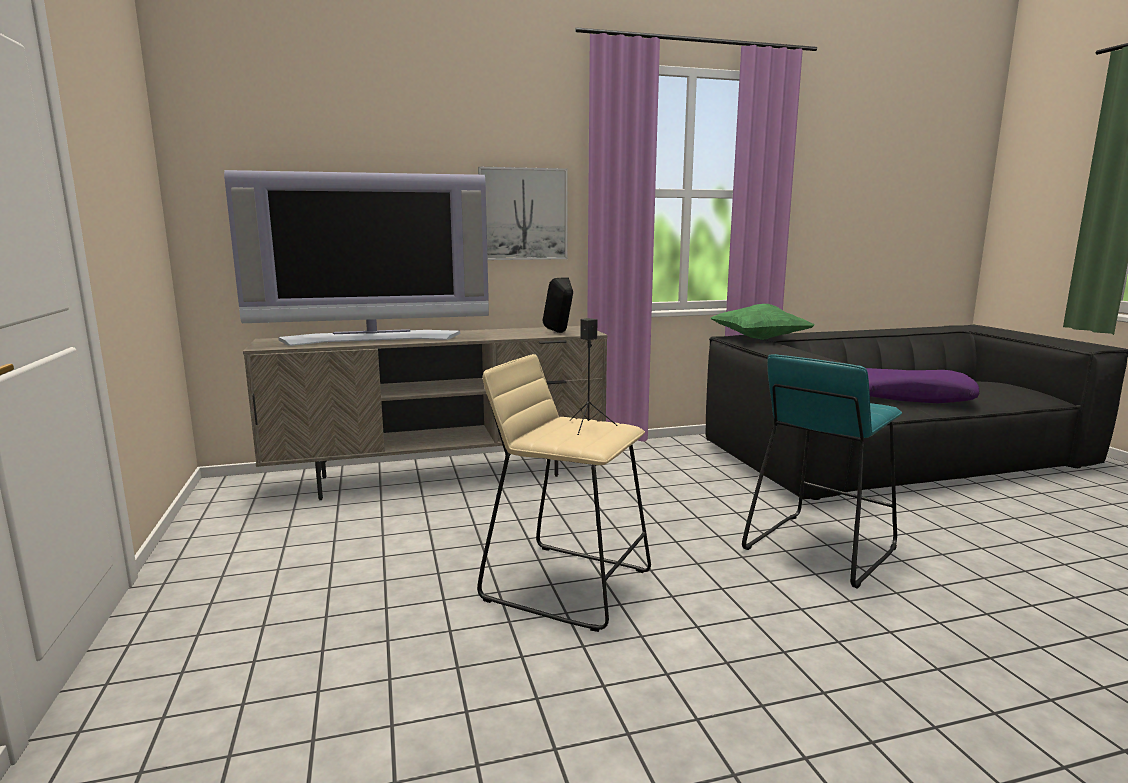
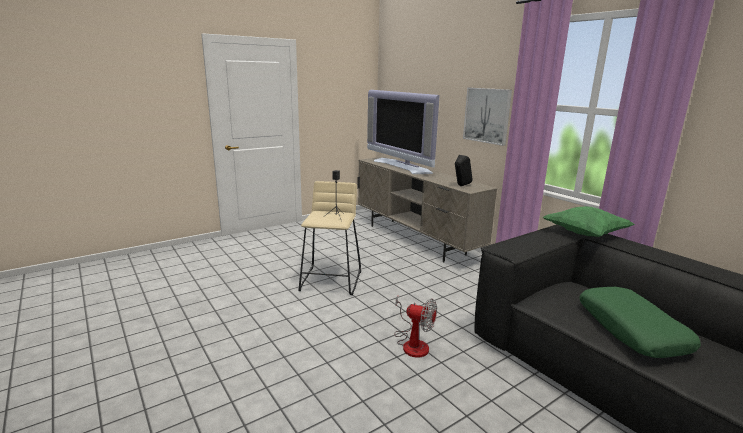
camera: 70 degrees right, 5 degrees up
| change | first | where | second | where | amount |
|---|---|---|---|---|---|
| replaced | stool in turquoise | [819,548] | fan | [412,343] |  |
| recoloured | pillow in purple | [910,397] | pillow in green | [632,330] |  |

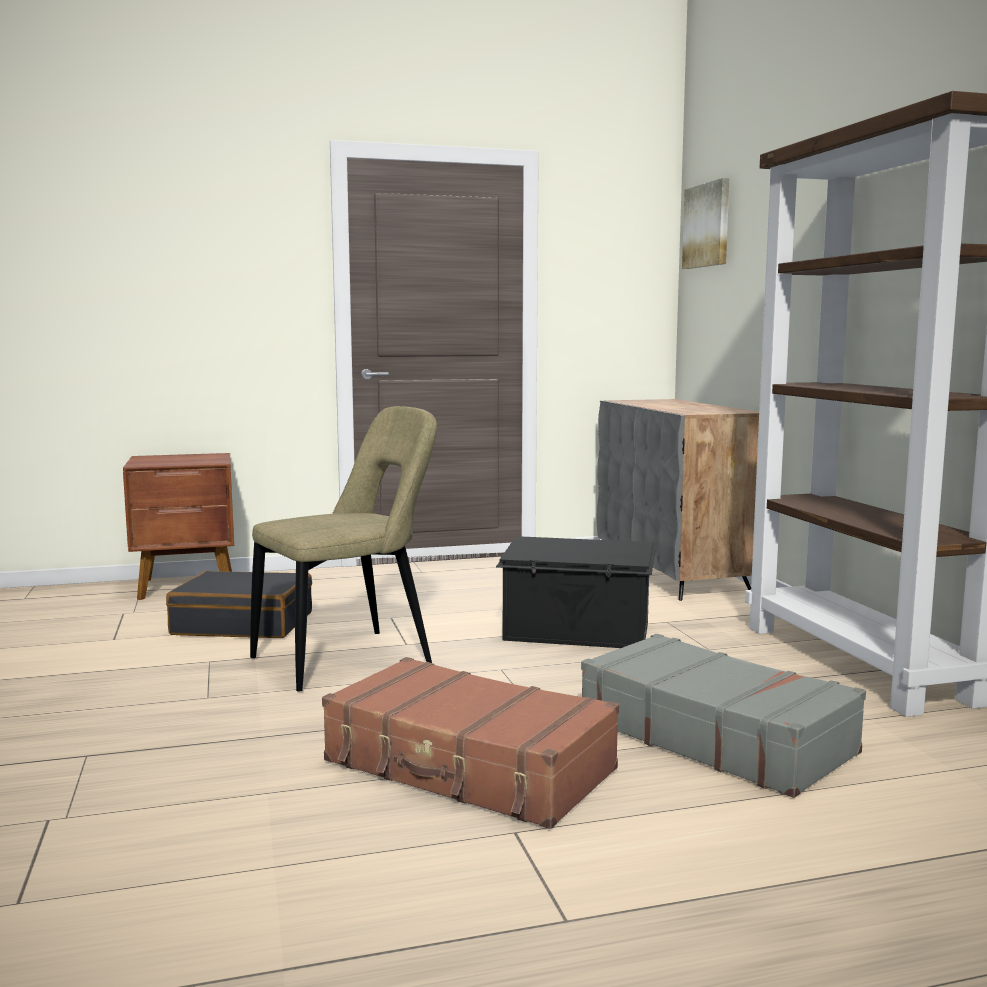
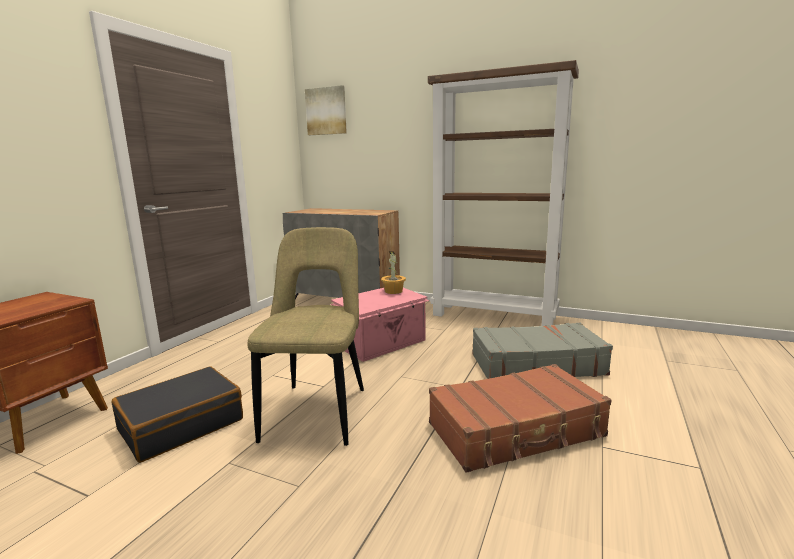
camera: 50 degrees left, 5 degrees up
| change | first | where | second | where | amount |
|---|---|---|---|---|---|
| recoloured | storage box in black | [578,632] | storage box in pink | [382,343] |  |
| added |  |  | potted plant | [393,291] |  |

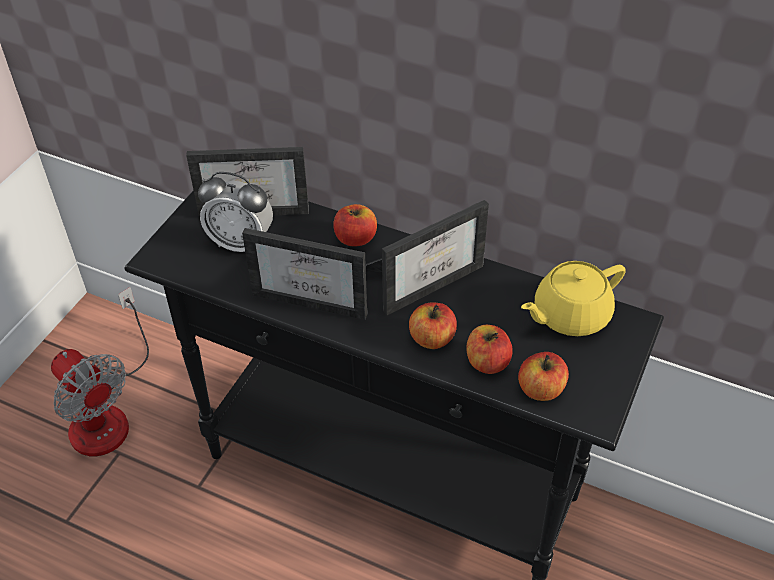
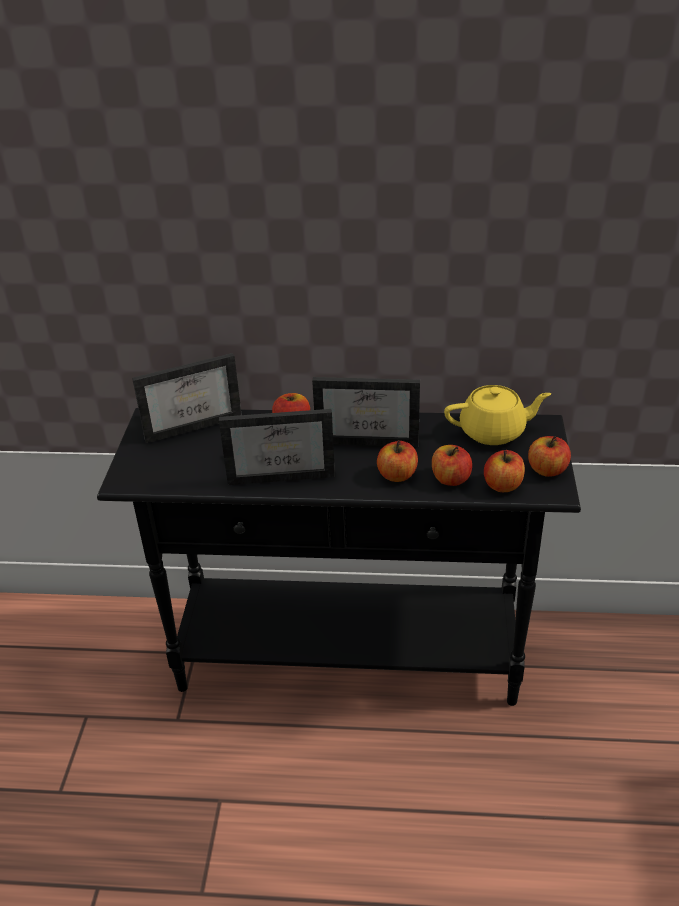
camera: 20 degrees left, 10 degrees down
| change | first | where | second | where | amount |
|---|---|---|---|---|---|
| turned | picture frame | [428,280] |  | [370,437] | 60 degrees clockwise |
| turned | teapot in yellow | [569,315] |  | [493,432] | 135 degrees counterclockwise |
| added |  |  | apple | [547,470] |  |
| removed | fan | [107,412] |  |  |  |
| removed | alarm clock | [241,243] |  |  |  |

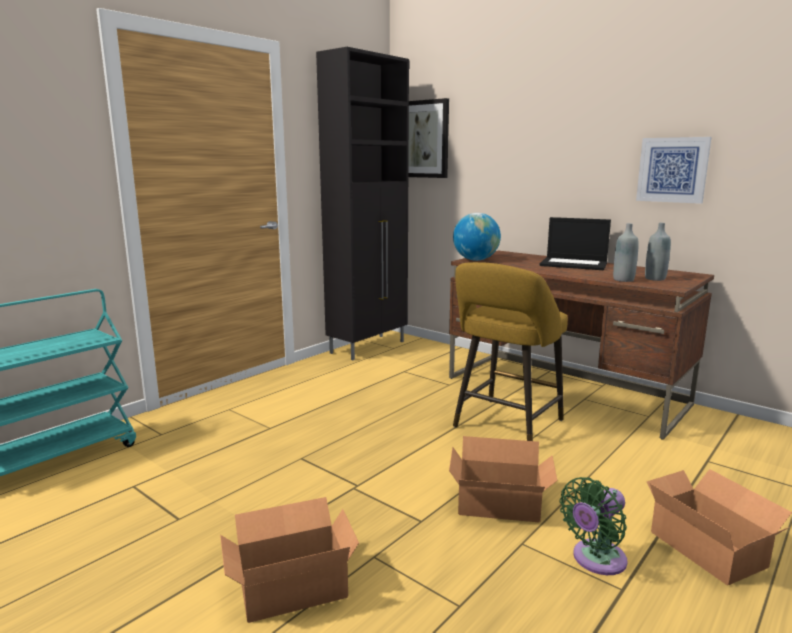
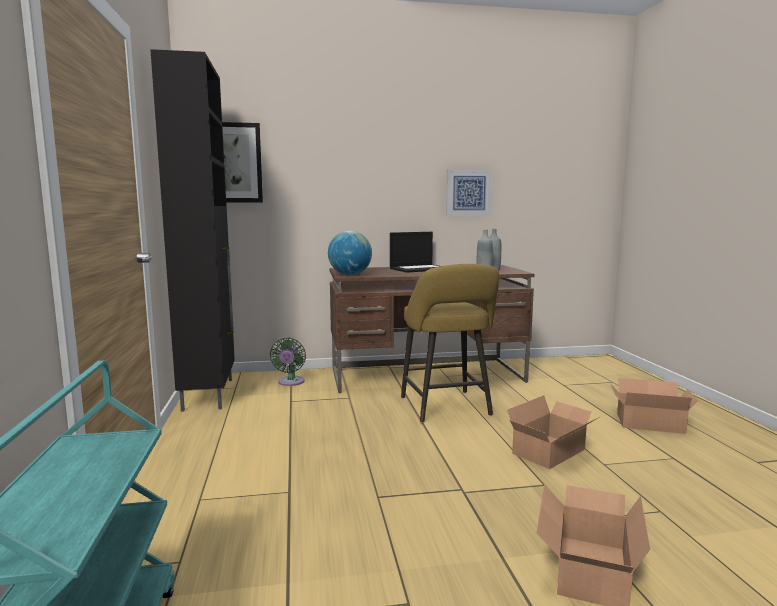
camera: 50 degrees left, 5 degrees down
| change | first | where | second | where | amount |
|---|---|---|---|---|---|
| moved | fan in green | [595,560] |  | [290,382] |  |

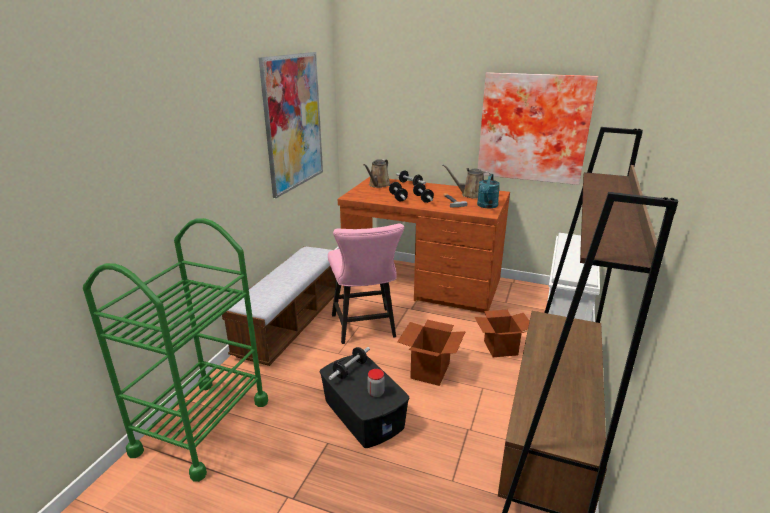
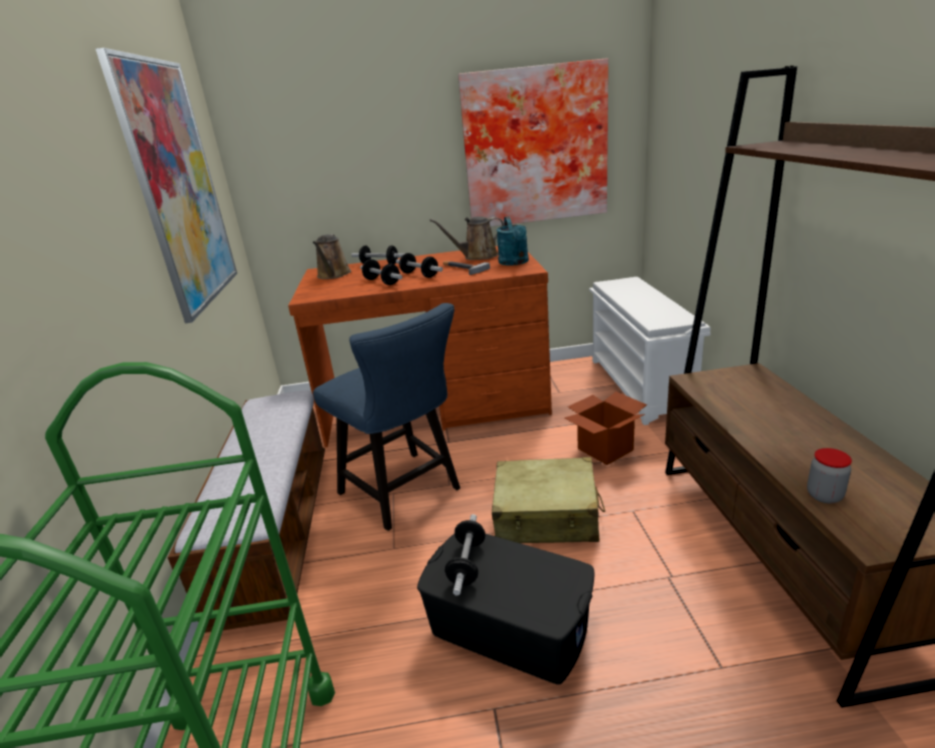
camera: 25 degrees left, 0 degrees up
| change | first | where | second | where | amount |
|---|---|---|---|---|---|
| recoloured | chair in pink | [365,328] | chair in blue | [405,494] |  |
| replaced | cardboard box | [430,370] | suitcase in beige | [546,516] |  |
| moved | jar | [376,393] |  | [824,495] |  |

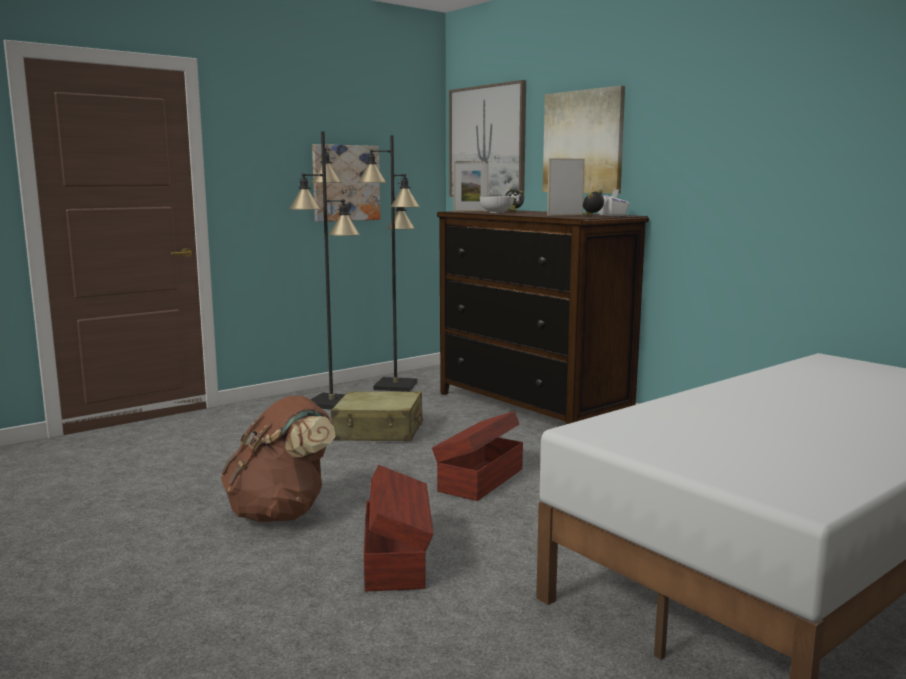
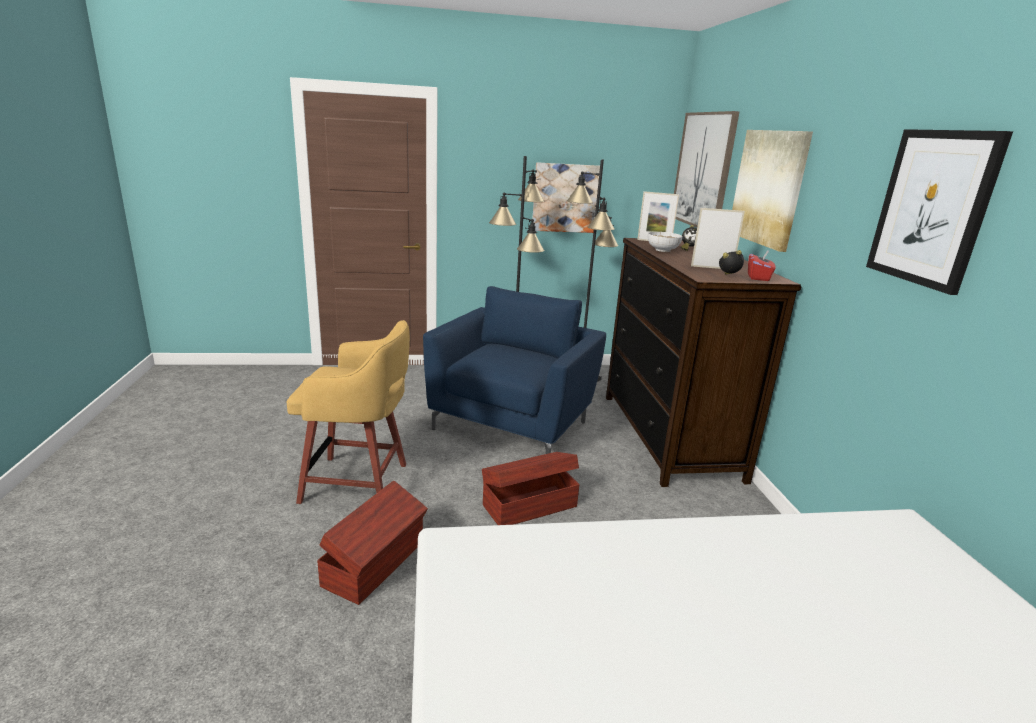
camera: 30 degrees right, 10 degrees up
| change | first | where | second | where | amount |
|---|---|---|---|---|---|
| replaced | backpack in brown | [281,513] | stool in yellow | [358,483] |  |
| replaced | suitcase in beige | [379,431] | armchair in blue | [513,425] |  |
| recoloured | tissue box in white | [612,215] | tissue box in red | [758,277] |  |
| added |  |  | picture | [932,208] |  |

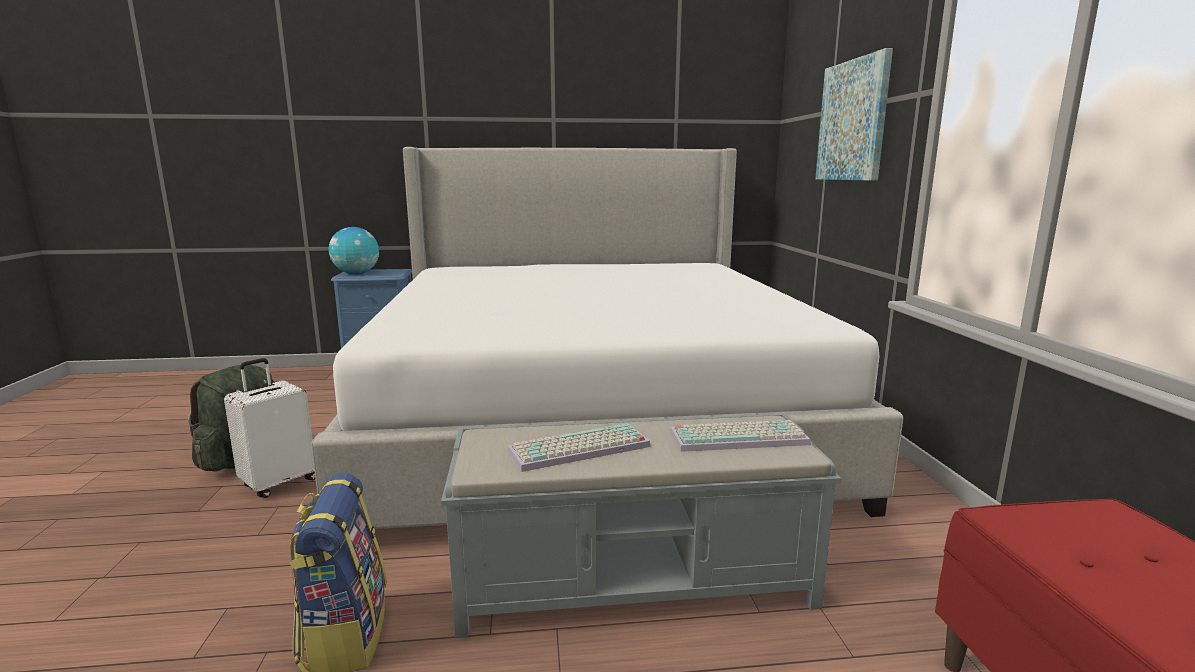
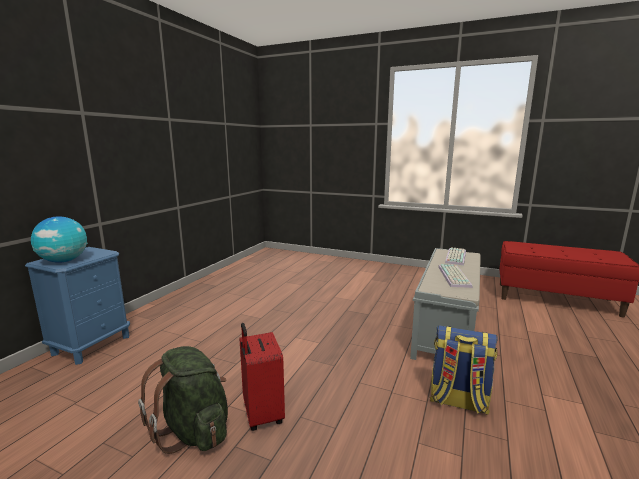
camera: 60 degrees left, 0 degrees up
| change | first | where | second | where | amount |
|---|---|---|---|---|---|
| recoloured | suitcase in white | [279,483] | suitcase in red | [261,414] |  |
| removed | bed | [590,419] |  |  |  |
| removed | picture | [853,121] |  |  |  |

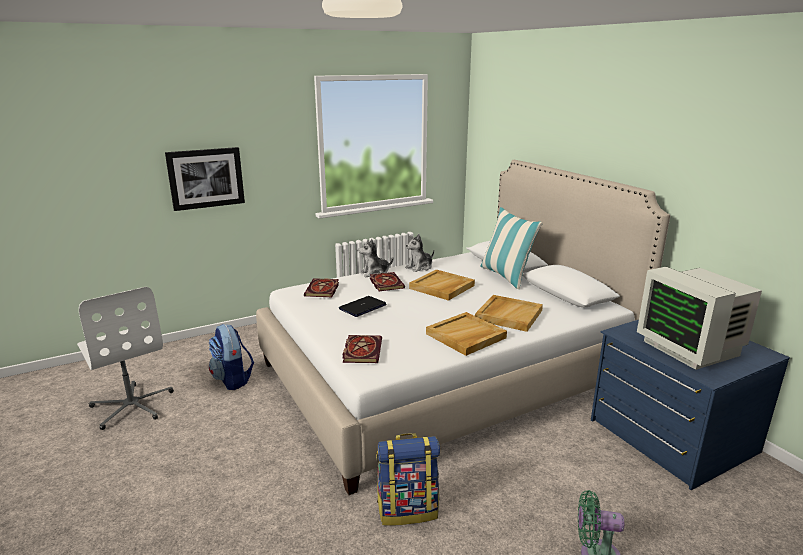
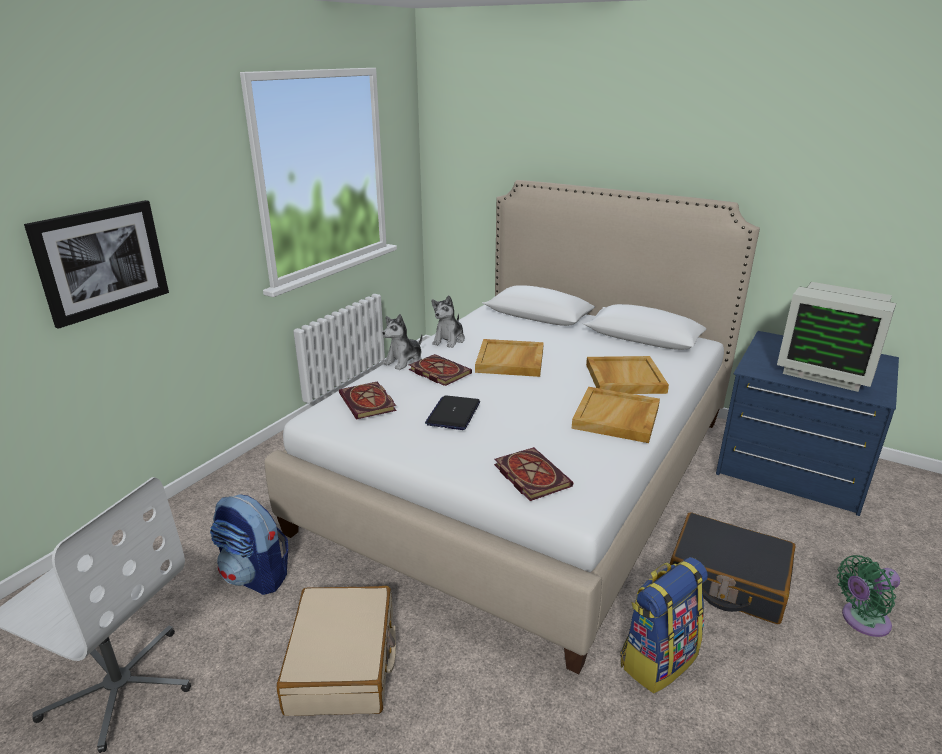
camera: 30 degrees left, 5 degrees up
| change | first | where | second | where | amount |
|---|---|---|---|---|---|
| added |  |  | suitcase in beige | [343,663] |  |
| added |  |  | suitcase in black | [727,580] |  |
| removed | pillow | [506,276] |  |  |  |

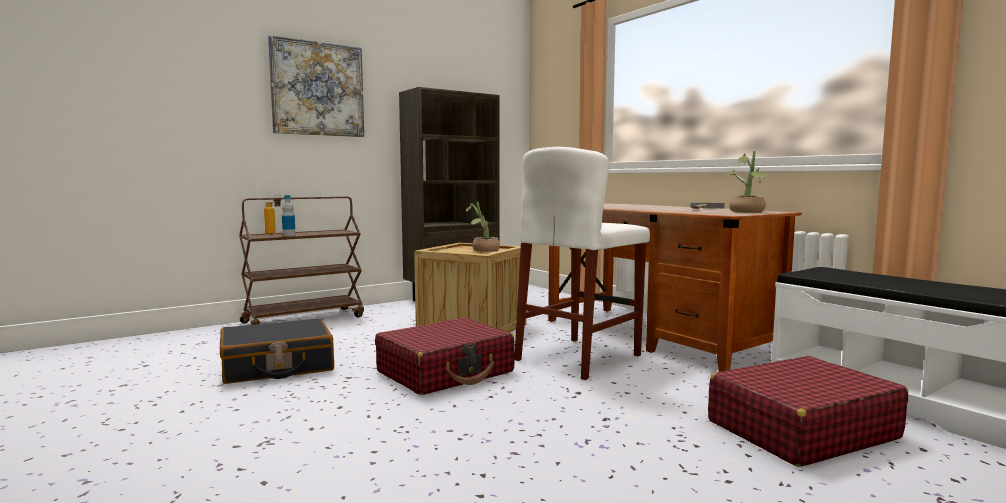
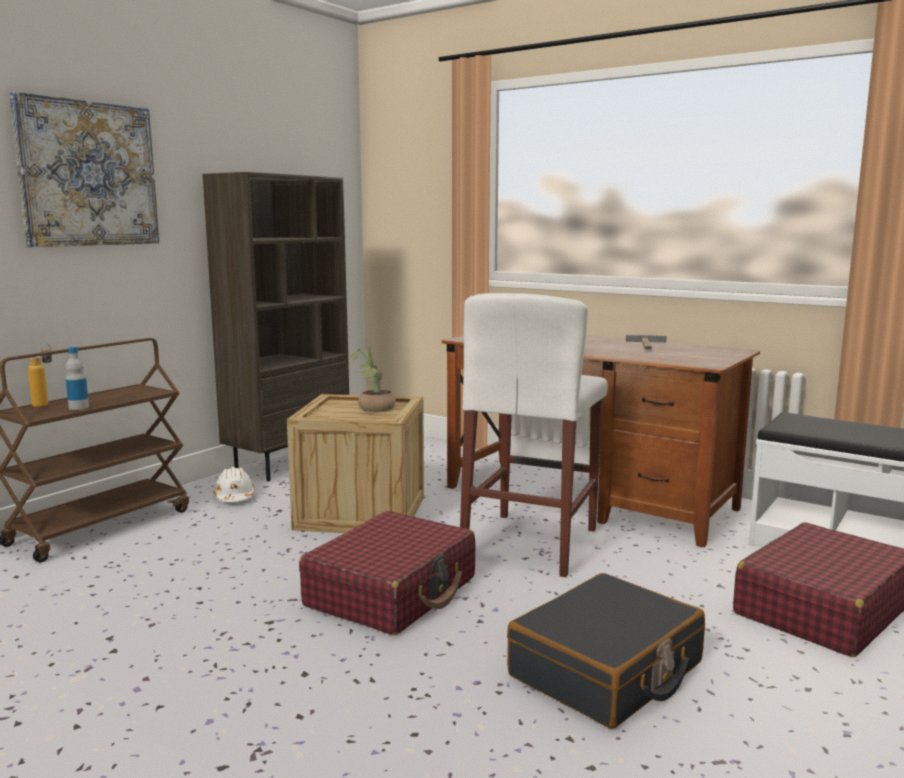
camera: 20 degrees left, 5 degrees up
| change | first | where | second | where | amount |
|---|---|---|---|---|---|
| added |  |  | hard hat in white | [234,497] |  |
| moved | suitcase in black | [277,366] |  | [607,670] |  |
| removed | potted plant | [747,212] |  |  |  |

